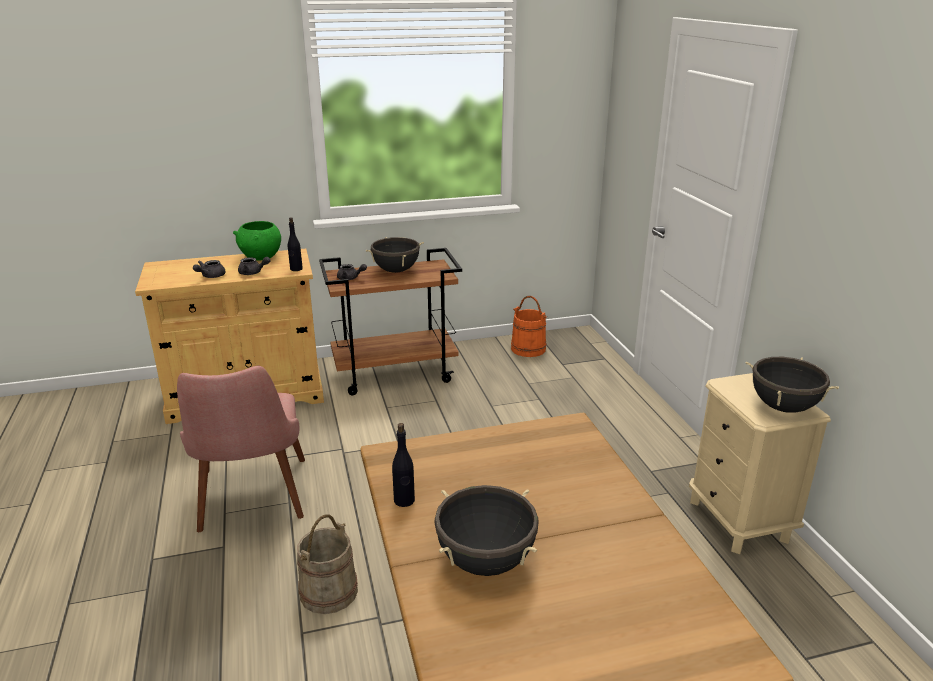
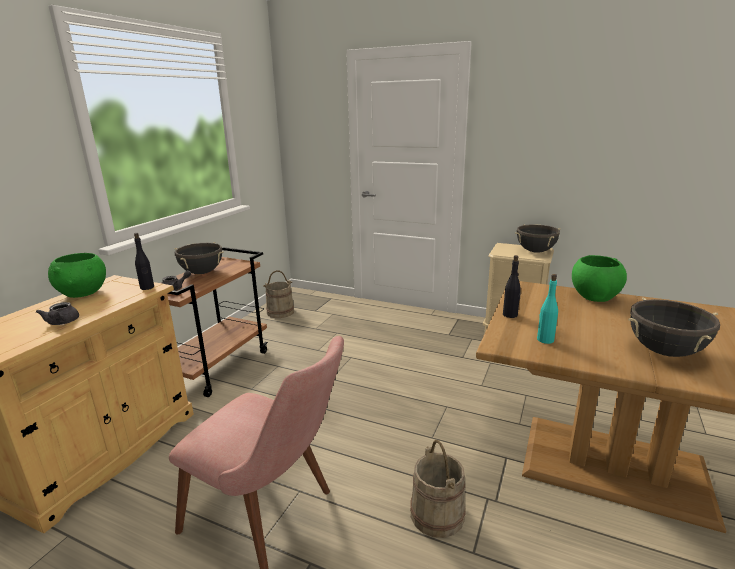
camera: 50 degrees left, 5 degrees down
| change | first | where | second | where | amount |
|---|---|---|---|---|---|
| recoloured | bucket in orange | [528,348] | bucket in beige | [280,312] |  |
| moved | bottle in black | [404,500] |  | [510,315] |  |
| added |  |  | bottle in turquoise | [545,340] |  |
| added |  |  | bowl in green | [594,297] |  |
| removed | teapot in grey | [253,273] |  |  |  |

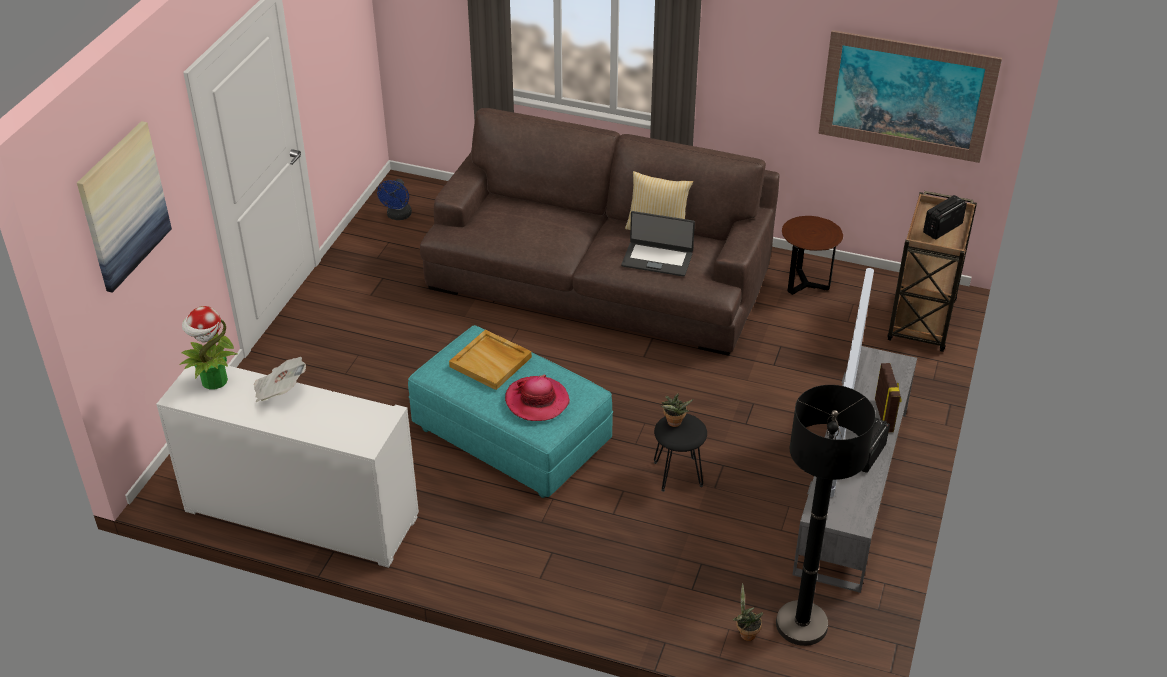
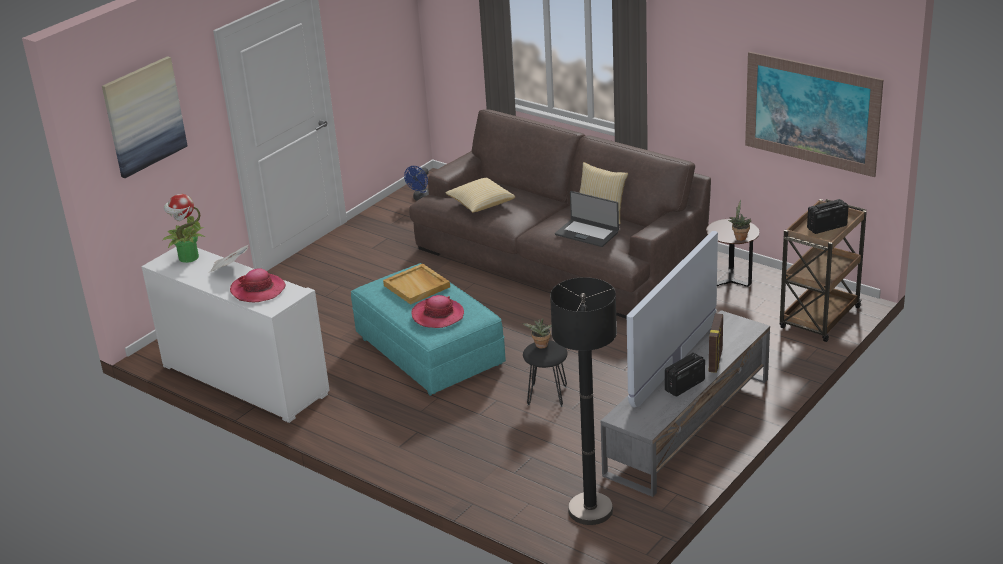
camera: 20 degrees right, 10 degrees down
| change | first | where | second | where | amount |
|---|---|---|---|---|---|
| added |  |  | hat | [258,290] |  |
| added |  |  | pillow | [480,204] |  |
| moved | potted plant | [745,633] |  | [739,237] |  |

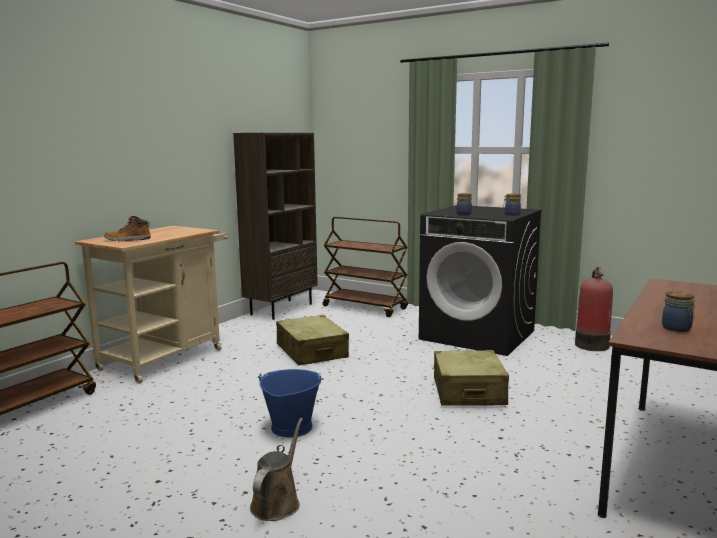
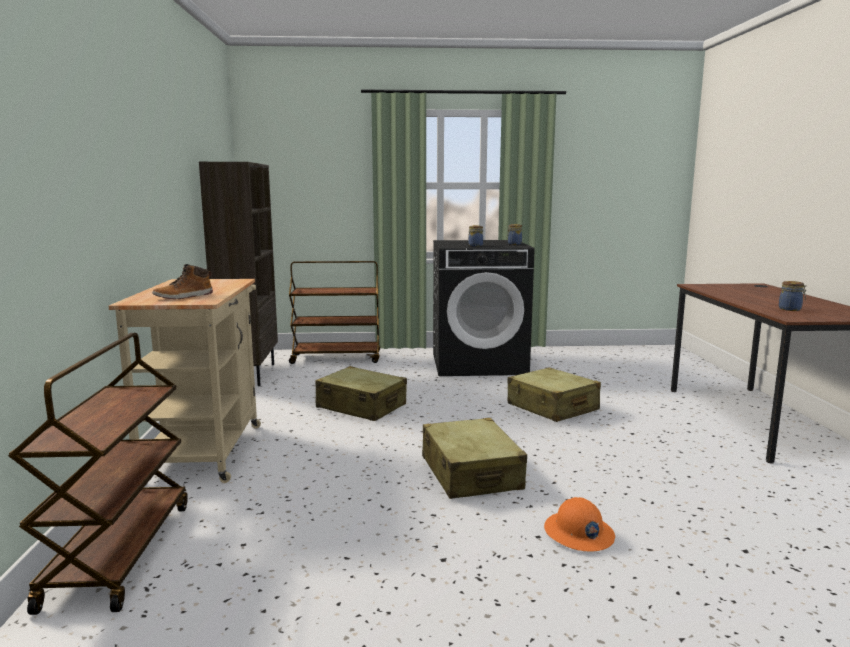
camera: 35 degrees left, 0 degrees up
| change | first | where | second | where | amount |
|---|---|---|---|---|---|
| replaced | bucket in blue | [291,427] | suitcase in beige | [471,473] |  |
| replaced | watering can in brown | [277,502] | hard hat in orange | [578,533] |  |
| removed | fire extinguisher | [591,344] |  |  |  |

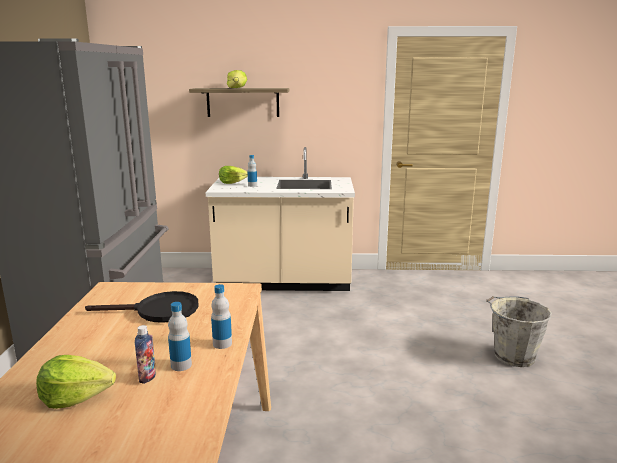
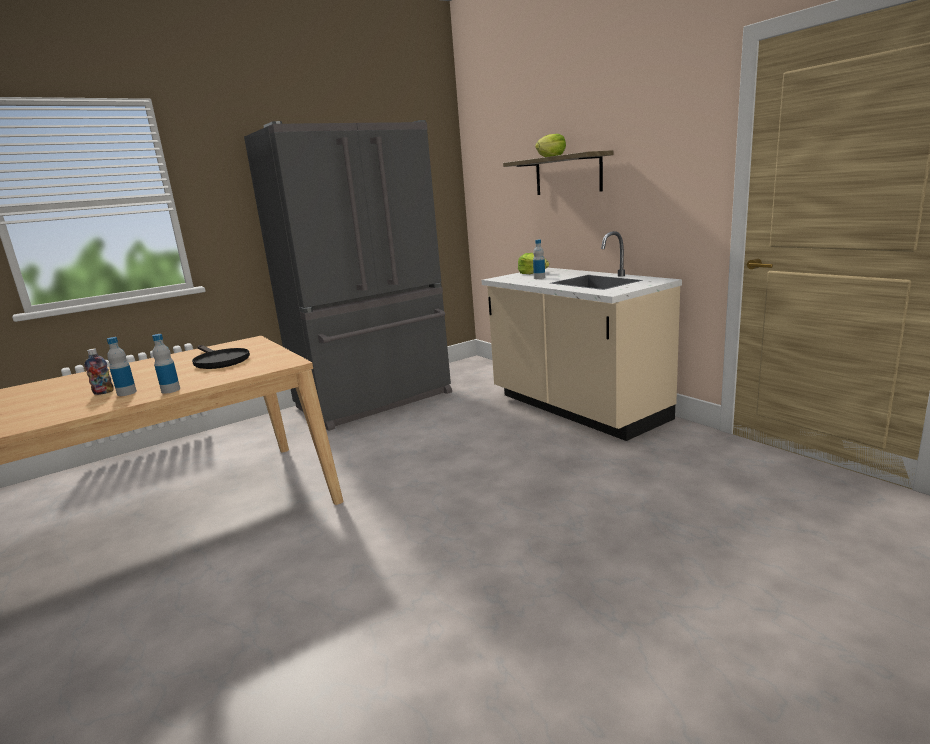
camera: 55 degrees right, 0 degrees up
| change | first | where | second | where | amount |
|---|---|---|---|---|---|
| removed | lettuce | [76,397] |  |  |  |
| removed | bucket in grey | [512,356] |  |  |  |

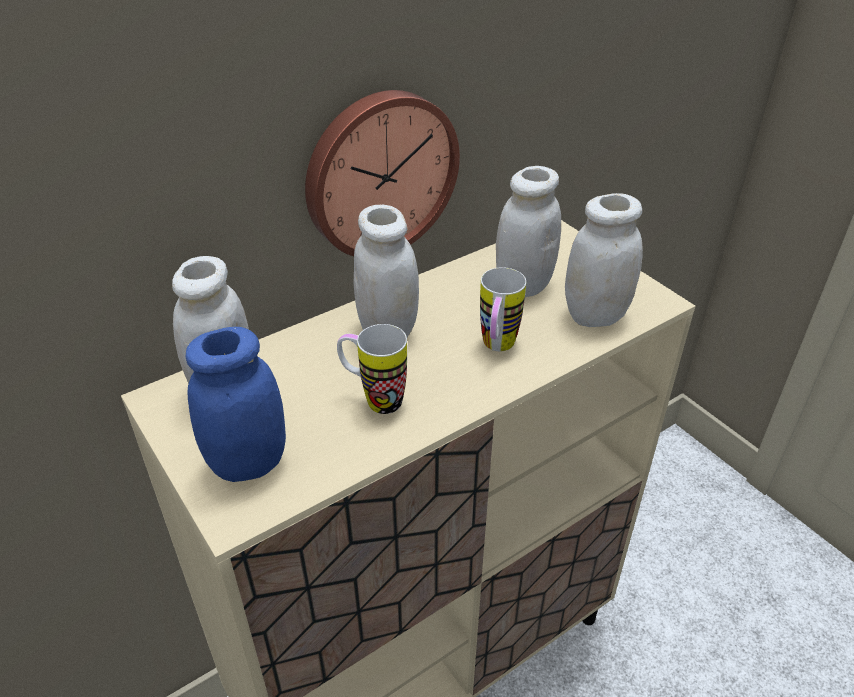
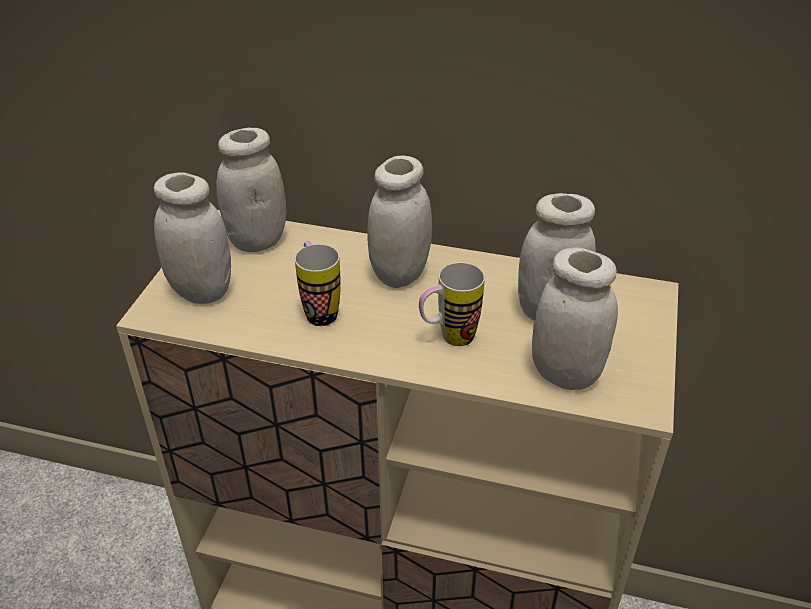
camera: 50 degrees right, 0 degrees up
| change | first | where | second | where | amount |
|---|---|---|---|---|---|
| recoloured | jar in blue | [248,463] | jar in white | [202,291] |  |
| removed | wall clock | [379,173] |  |  |  |

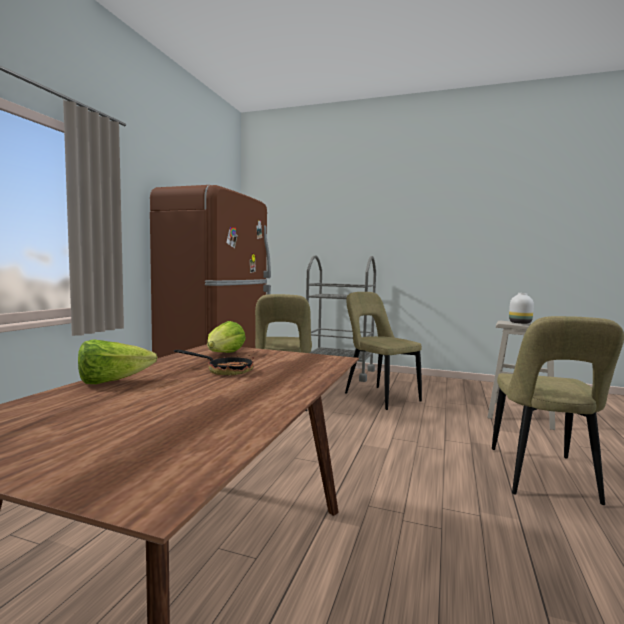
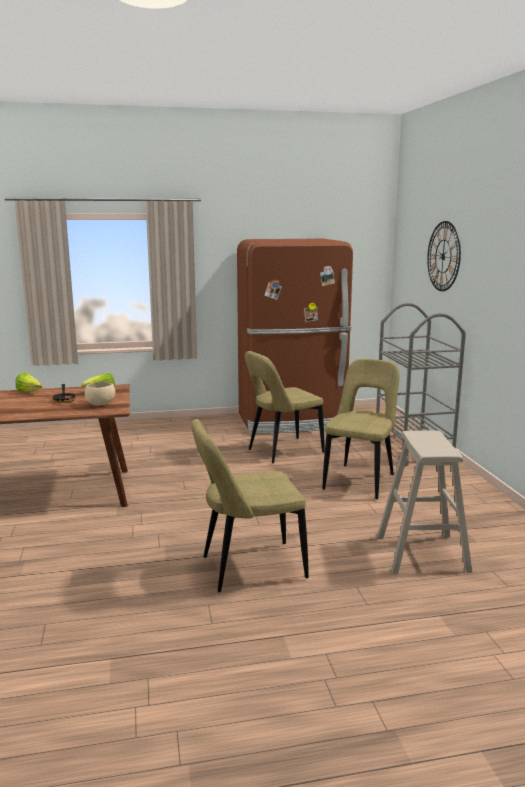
camera: 60 degrees right, 10 degrees up
| change | first | where | second | where | amount |
|---|---|---|---|---|---|
| added |  |  | bowl in beige | [100,404] |  |
| added |  |  | wall clock | [443,256] |  |
| removed | vase in white | [520,323] |  |  |  |

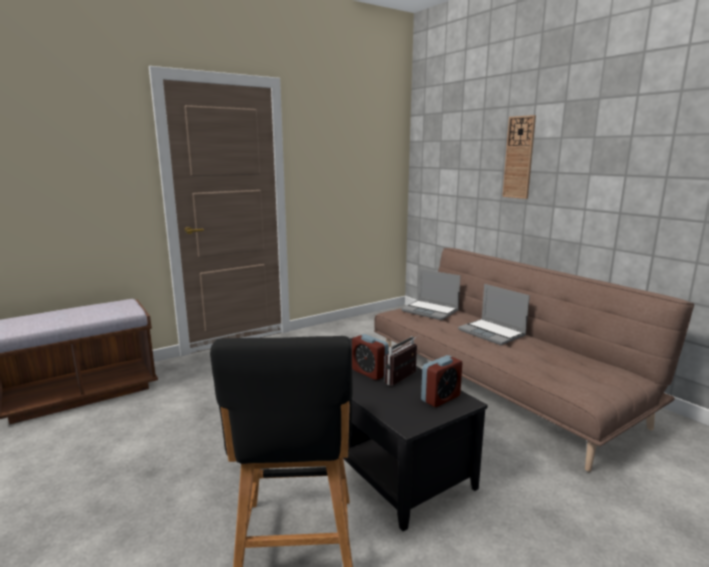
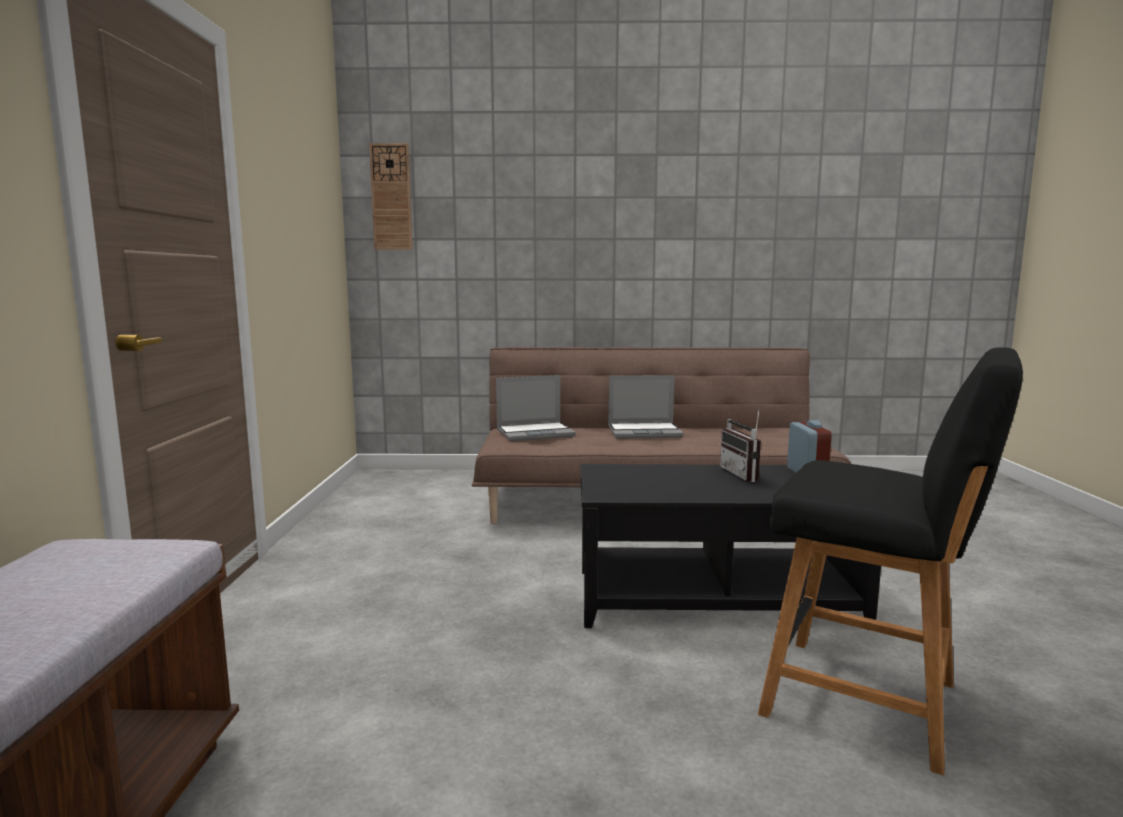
camera: 55 degrees left, 5 degrees down
| change | first | where | second | where | amount |
|---|---|---|---|---|---|
| moved | wall clock | [519,157] |  | [391,197] |  |
| removed | alarm clock | [369,372] |  |  |  |

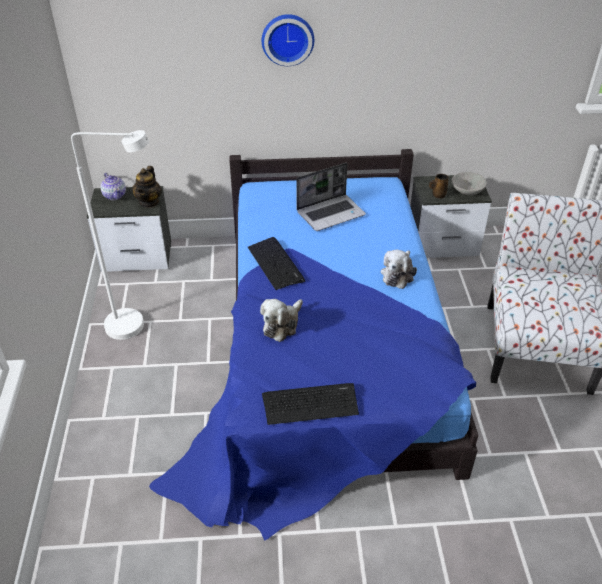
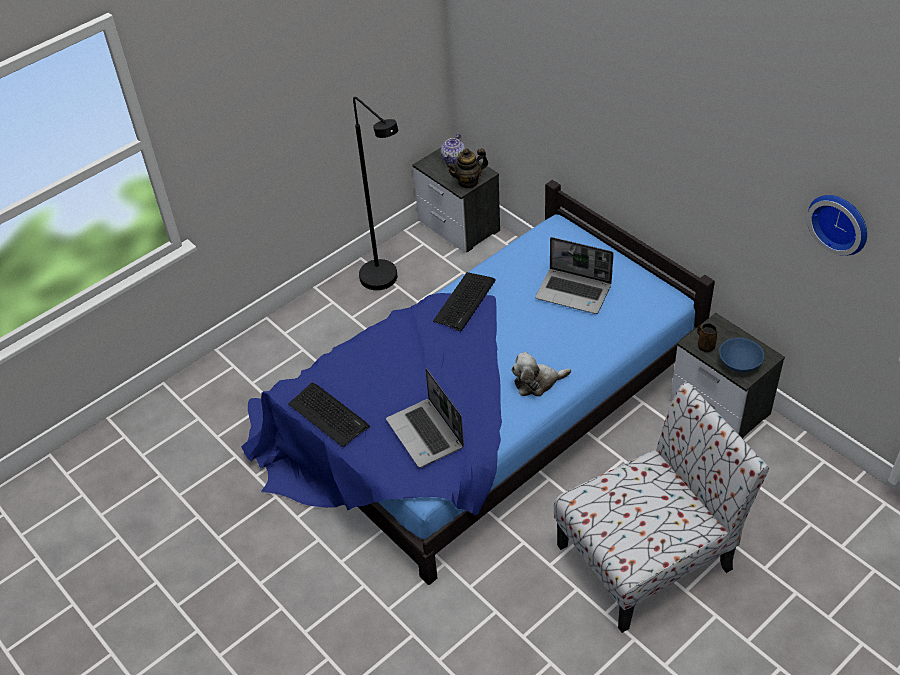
camera: 55 degrees right, 5 degrees up
| change | first | where | second | where | amount |
|---|---|---|---|---|---|
| recoloured | floor lamp in white | [136,325] | floor lamp in black | [385,282] |  |
| added |  |  | laptop | [426,434] |  |
| recoloured | bowl in grey | [467,191] | bowl in blue | [739,363] |  |
| moved | wall clock | [287,38] |  | [840,222] |  |
| removed | plush toy | [282,325] |  |  |  |

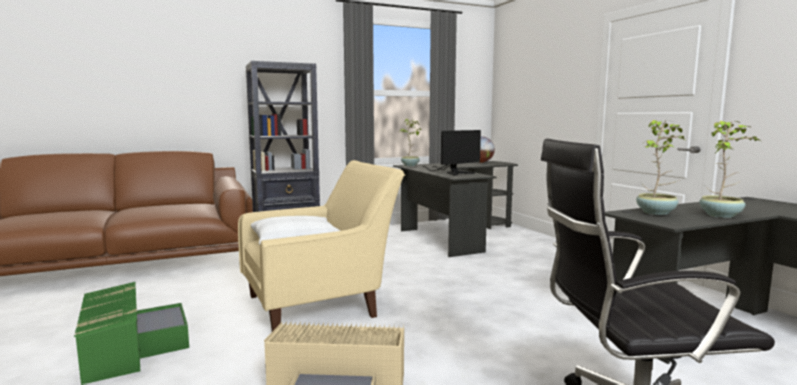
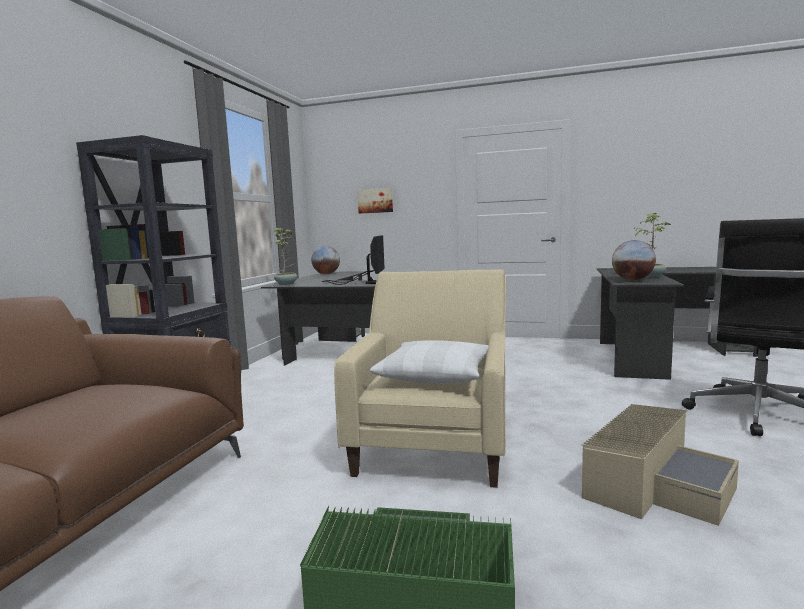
camera: 50 degrees left, 0 degrees up
| change | first | where | second | where | amount |
|---|---|---|---|---|---|
| added |  |  | picture | [375,201] |  |
| replaced | potted plant | [657,213] | globe | [632,280] |  |

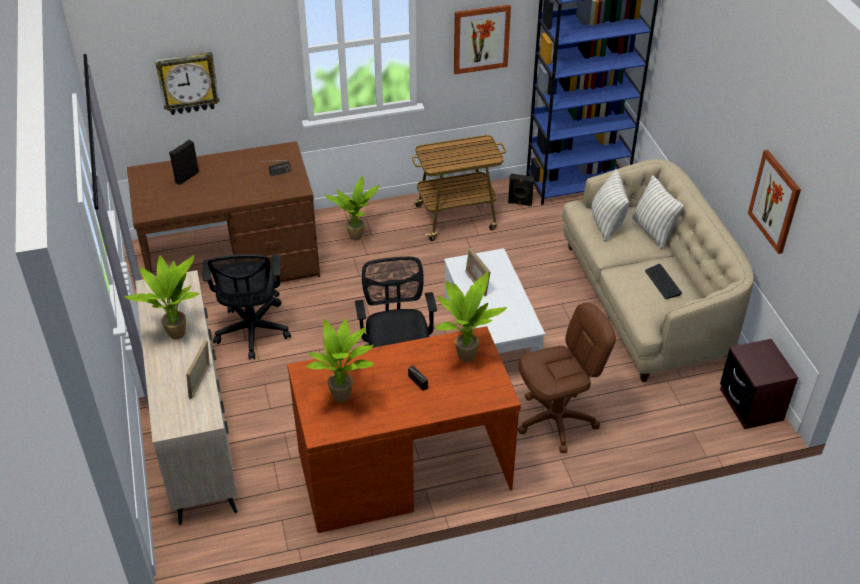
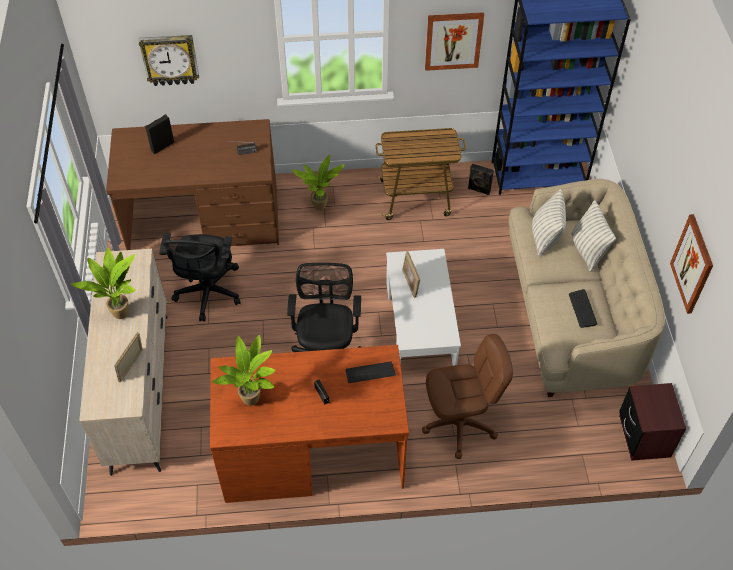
camera: 10 degrees right, 10 degrees up
| change | first | where | second | where | amount |
|---|---|---|---|---|---|
| replaced | potted plant | [464,355] | keyboard | [370,373] |  |

